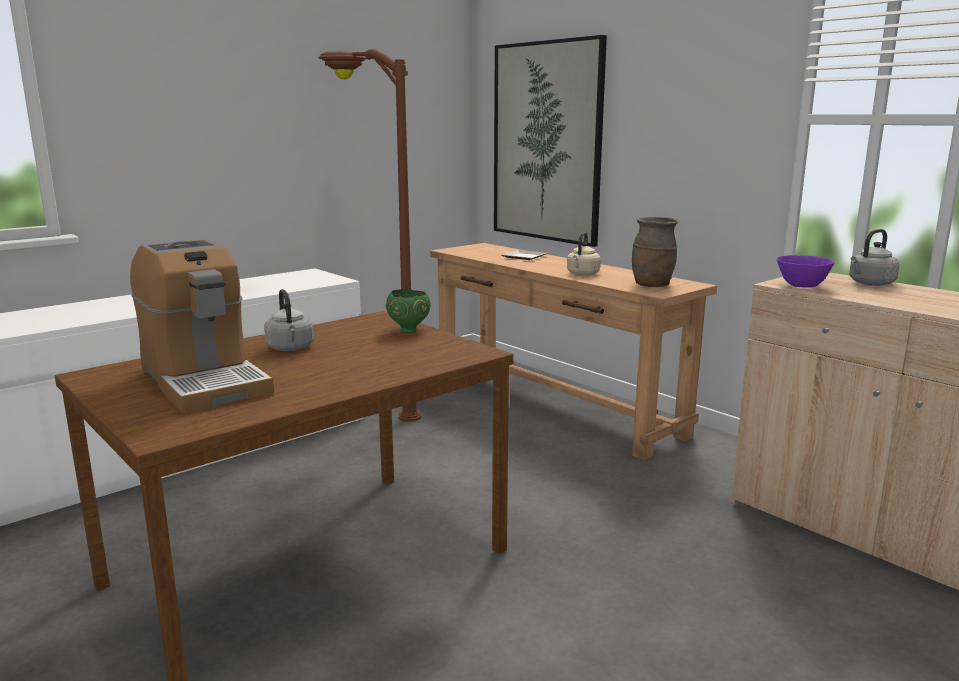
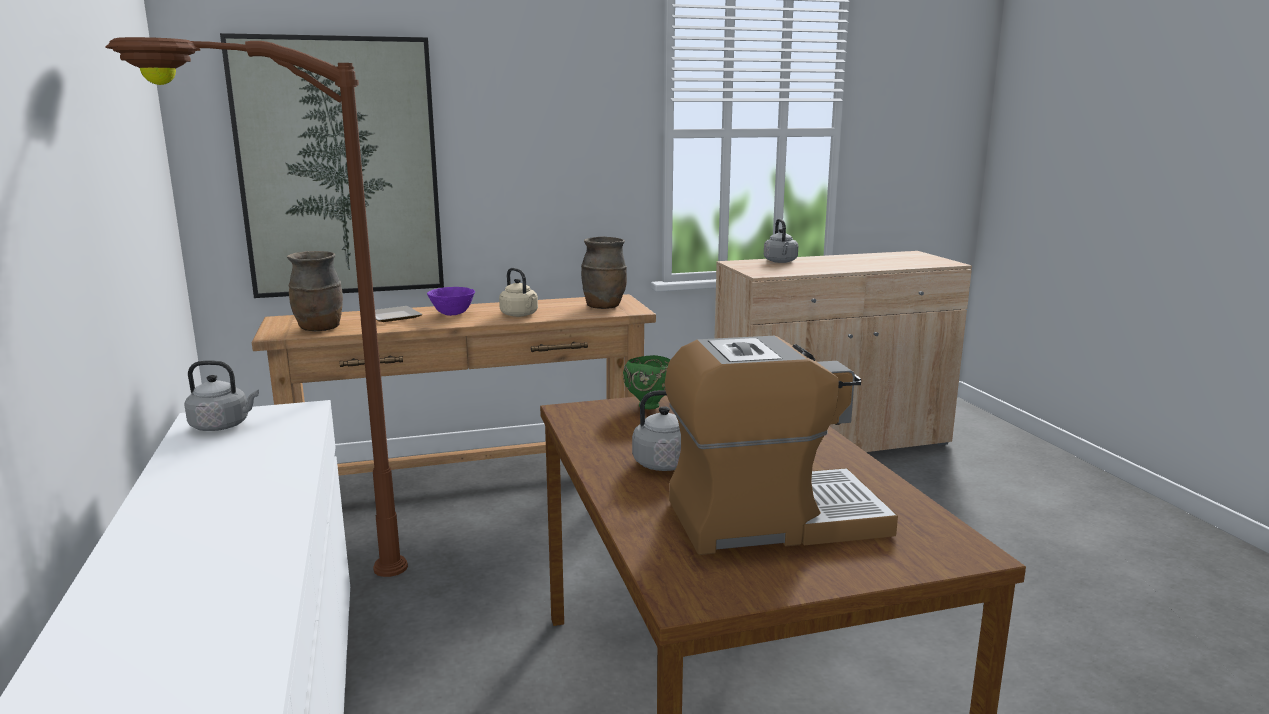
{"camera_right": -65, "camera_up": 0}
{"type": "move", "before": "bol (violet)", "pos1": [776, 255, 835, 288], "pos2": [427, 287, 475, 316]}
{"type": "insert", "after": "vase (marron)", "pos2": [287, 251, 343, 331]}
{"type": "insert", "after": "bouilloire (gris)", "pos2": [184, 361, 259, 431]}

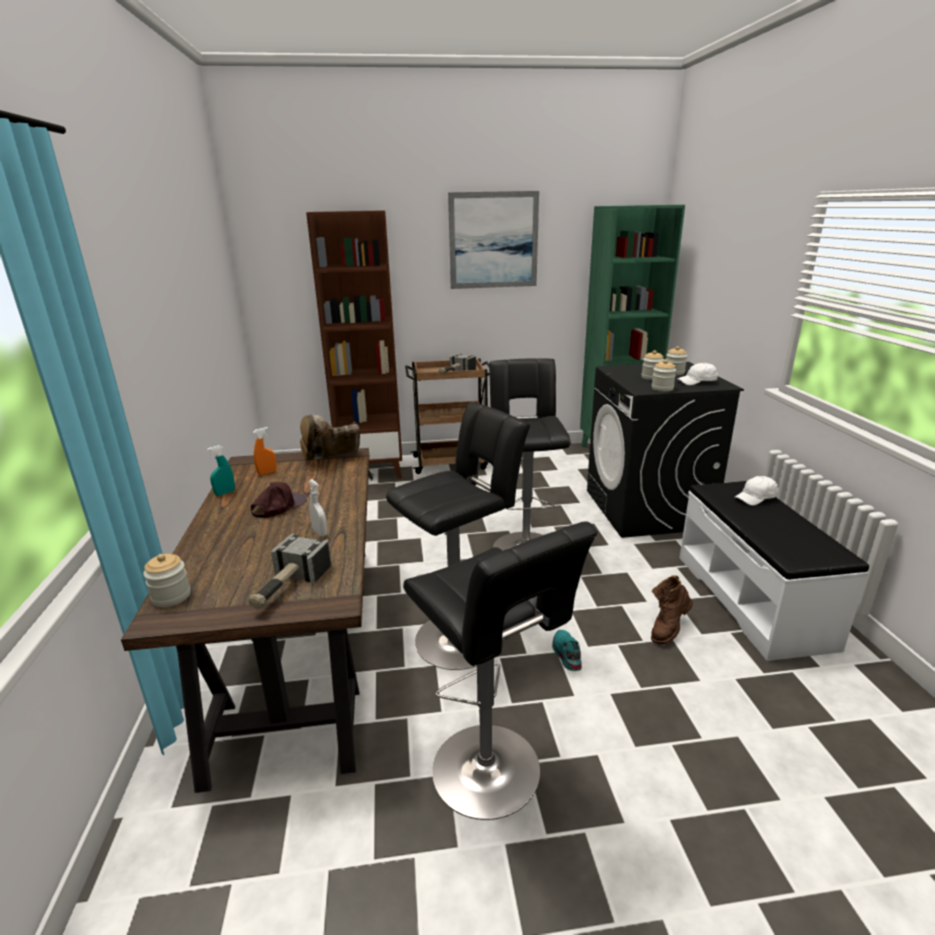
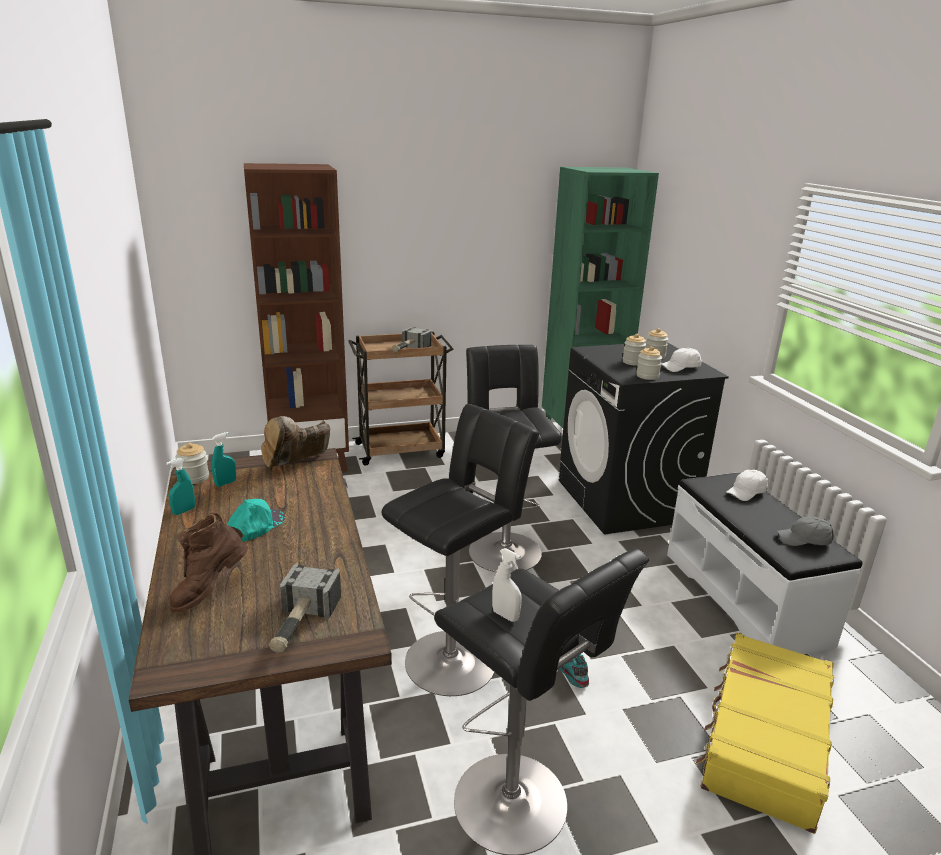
{"camera_right": -10, "camera_up": 0}
{"type": "delete", "before": "tableau", "pos1": [448, 191, 539, 289]}
{"type": "recolor", "before": "vaporisateur (orange)", "after": "vaporisateur (turquoise)", "pos1": [253, 427, 277, 475], "pos2": [212, 432, 236, 487]}
{"type": "move", "before": "vaporisateur (blanc)", "pos1": [308, 479, 327, 536], "pos2": [492, 548, 522, 622]}
{"type": "recolor", "before": "casquette (marron)", "after": "casquette (turquoise)", "pos1": [251, 482, 307, 518], "pos2": [227, 499, 286, 541]}
{"type": "move", "before": "bocal", "pos1": [143, 554, 191, 607], "pos2": [176, 443, 209, 484]}
{"type": "move", "before": "botte (marron)", "pos1": [651, 575, 693, 644], "pos2": [169, 513, 248, 613]}
{"type": "insert", "after": "casquette (gris)", "pos2": [777, 517, 834, 546]}
{"type": "insert", "after": "valise (jaune)", "pos2": [696, 633, 834, 834]}

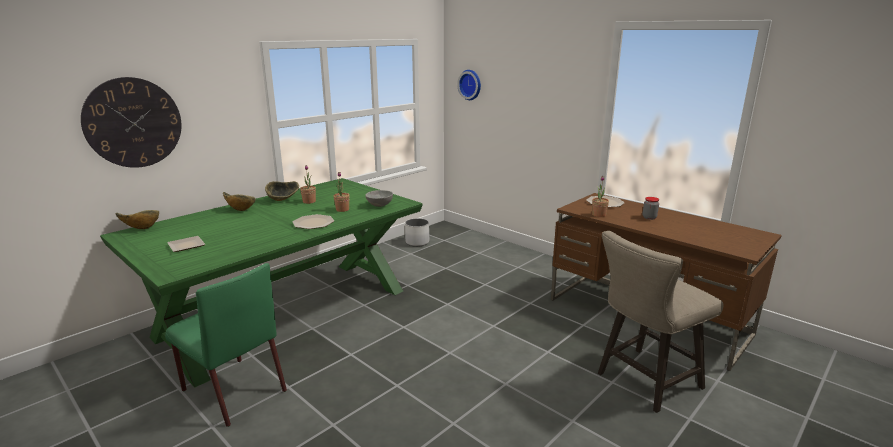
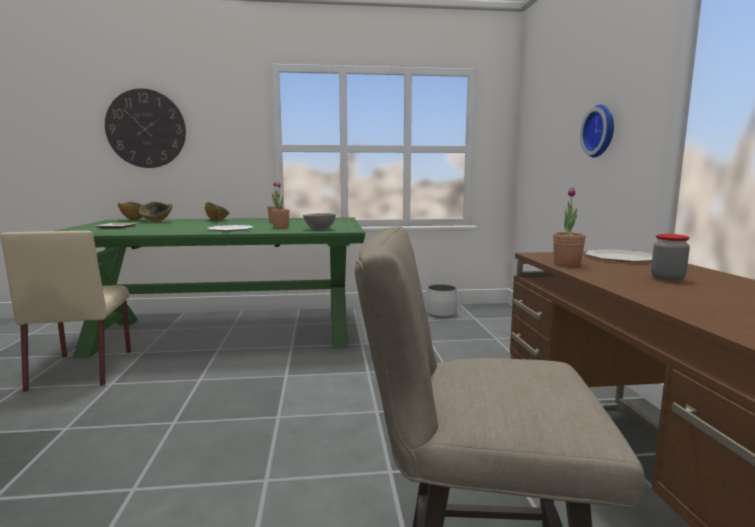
{"camera_right": 40, "camera_up": -10}
{"type": "move", "before": "horloge murale", "pos1": [457, 70, 481, 100], "pos2": [580, 104, 614, 158]}
{"type": "move", "before": "bol", "pos1": [265, 181, 299, 201], "pos2": [139, 202, 172, 222]}
{"type": "recolor", "before": "chaise (vert)", "after": "chaise (beige)", "pos1": [165, 263, 287, 427], "pos2": [0, 231, 131, 393]}

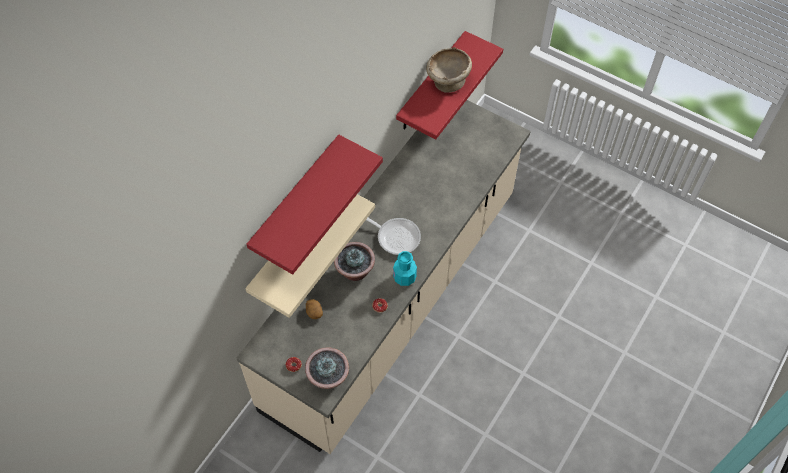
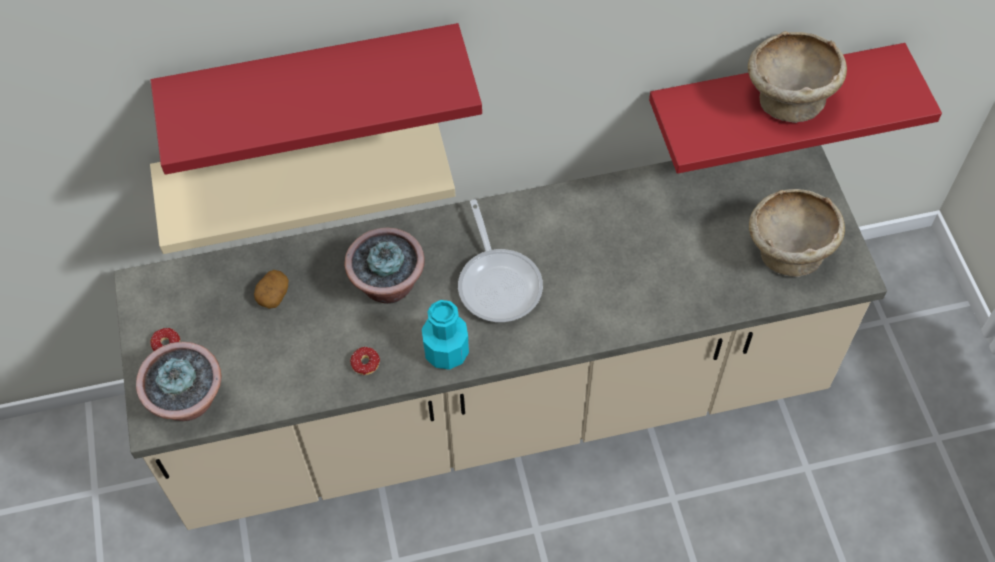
{"camera_right": 45, "camera_up": 0}
{"type": "insert", "after": "bol (beige)", "pos2": [749, 189, 845, 277]}

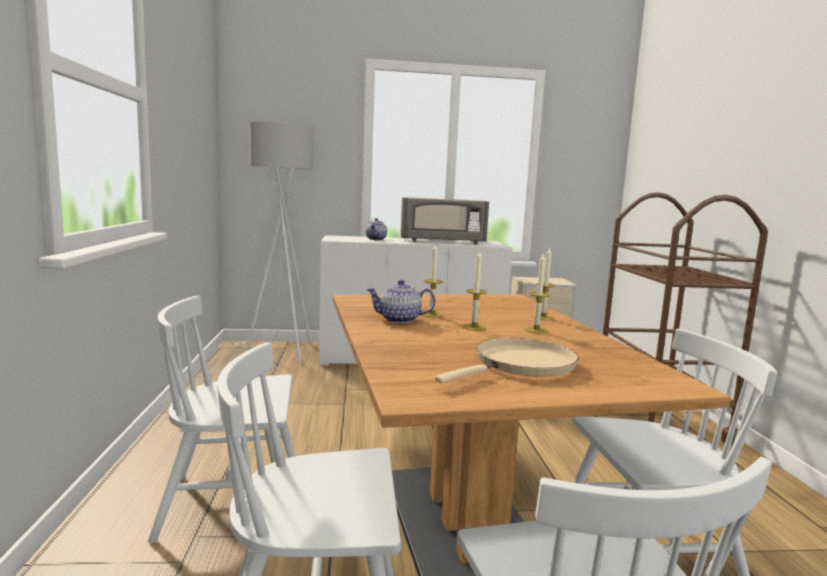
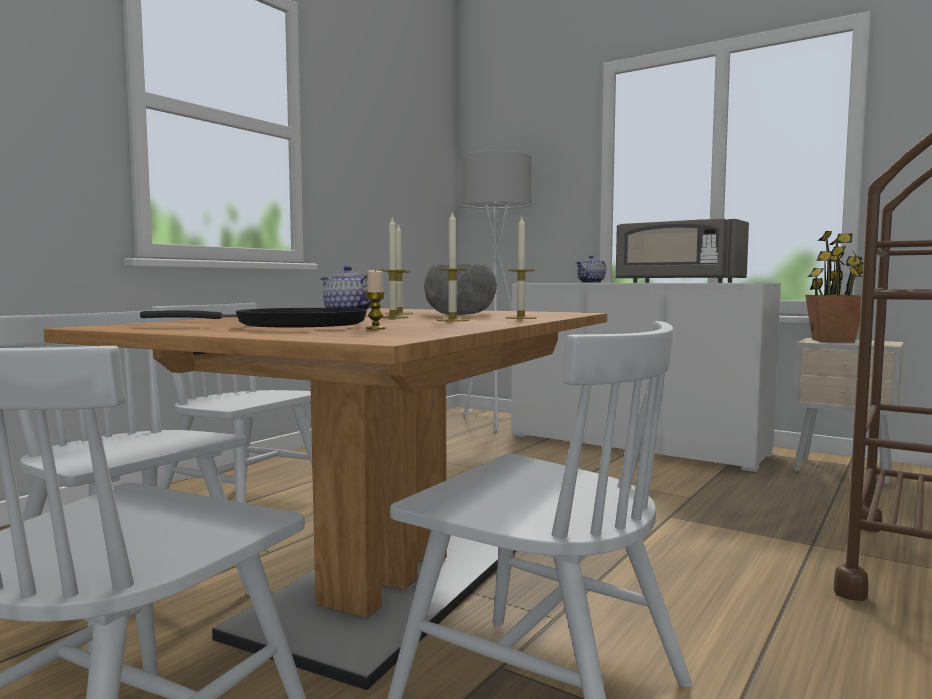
{"camera_right": 40, "camera_up": -5}
{"type": "recolor", "before": "poêle (beige)", "after": "poêle (noir)", "pos1": [435, 338, 579, 383], "pos2": [140, 308, 367, 327]}
{"type": "insert", "after": "plante en pot", "pos2": [805, 231, 863, 343]}
{"type": "insert", "after": "bol (gris)", "pos2": [424, 264, 497, 315]}
{"type": "insert", "after": "bougie", "pos2": [365, 270, 386, 329]}

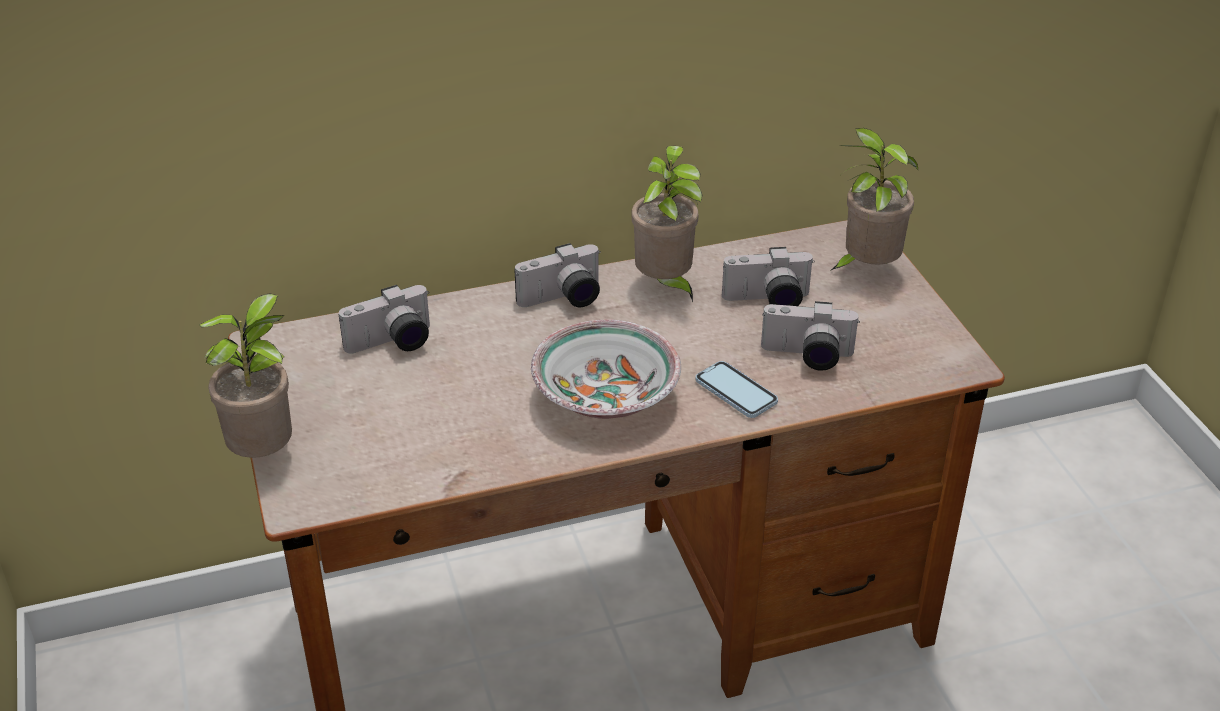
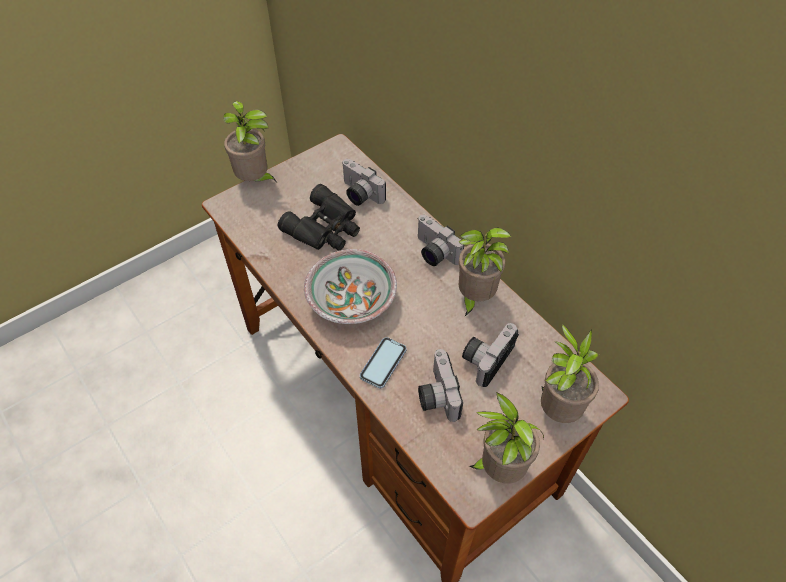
{"camera_right": 70, "camera_up": 15}
{"type": "rotate", "before": "appareil photo", "pos1": [722, 247, 815, 306], "pos2": [462, 323, 519, 387], "turn": 60}
{"type": "insert", "after": "jumelles (noir)", "pos2": [278, 184, 360, 251]}
{"type": "insert", "after": "plante en pot", "pos2": [469, 392, 544, 484]}

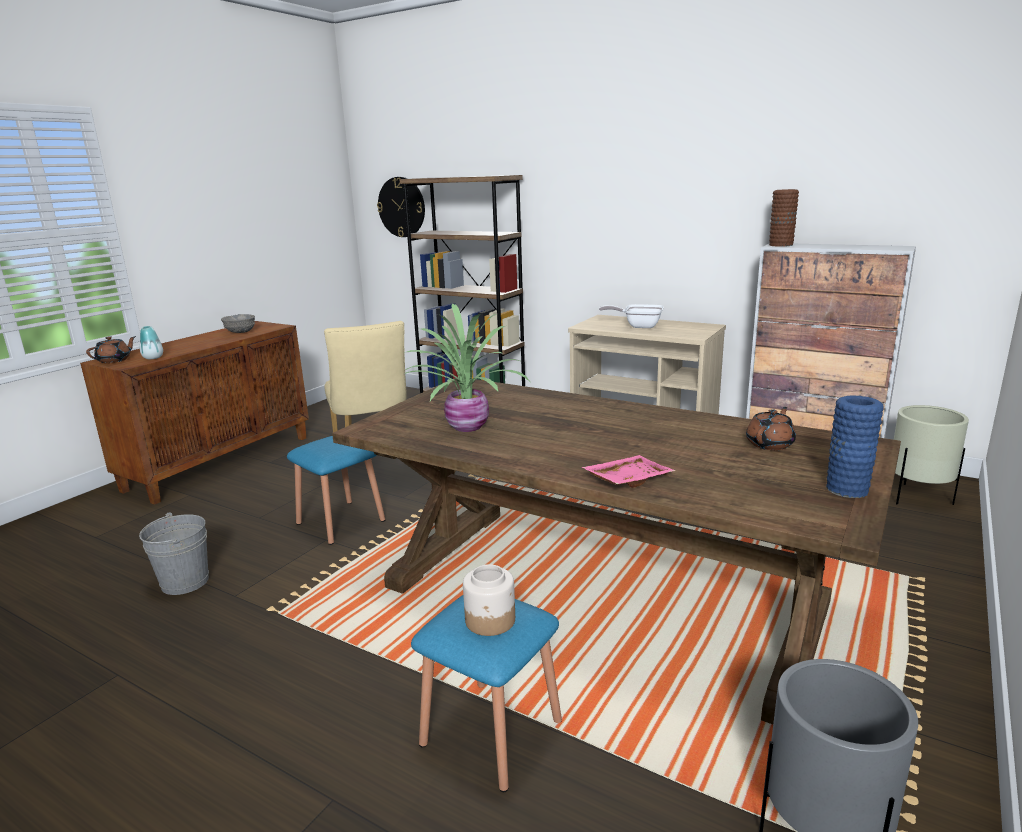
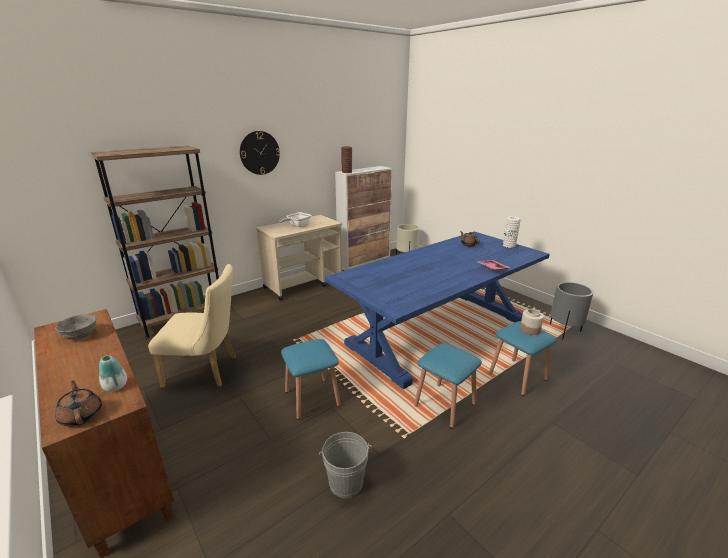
{"camera_right": -70, "camera_up": 5}
{"type": "move", "before": "horloge murale", "pos1": [377, 177, 425, 237], "pos2": [240, 131, 280, 175]}
{"type": "delete", "before": "plante en pot", "pos1": [401, 304, 529, 432]}
{"type": "recolor", "before": "table à manger (marron)", "after": "table à manger (bleu)", "pos1": [332, 378, 901, 724], "pos2": [325, 231, 550, 389]}
{"type": "recolor", "before": "vase (bleu)", "after": "vase (blanc)", "pos1": [826, 396, 883, 498], "pos2": [503, 216, 521, 248]}
{"type": "insert", "after": "tabouret (bleu)", "pos2": [414, 343, 482, 428]}

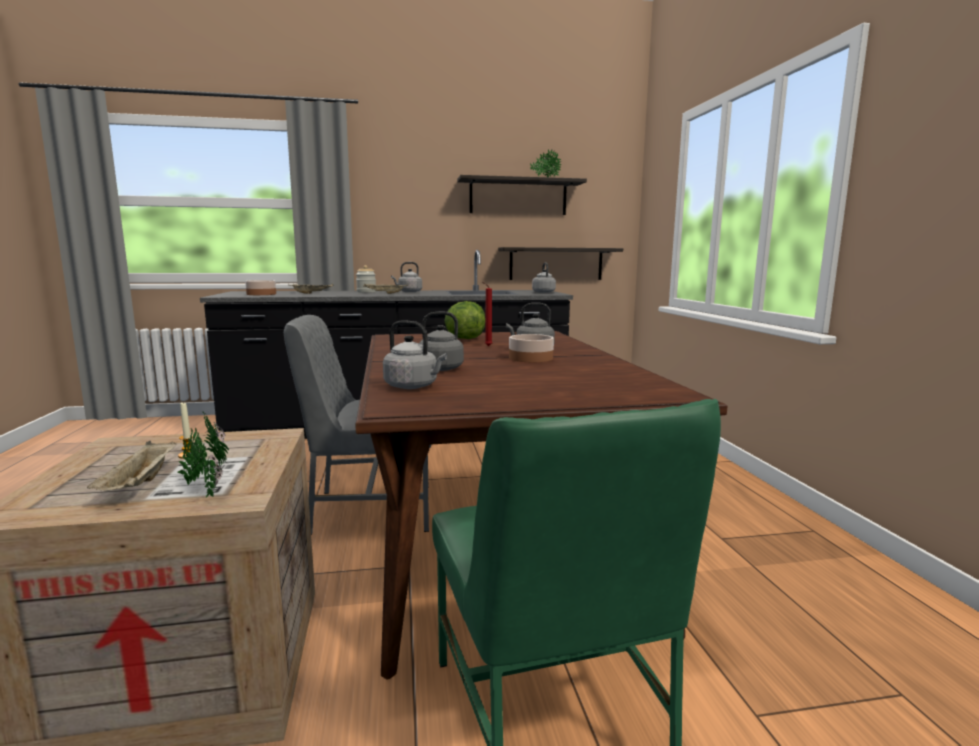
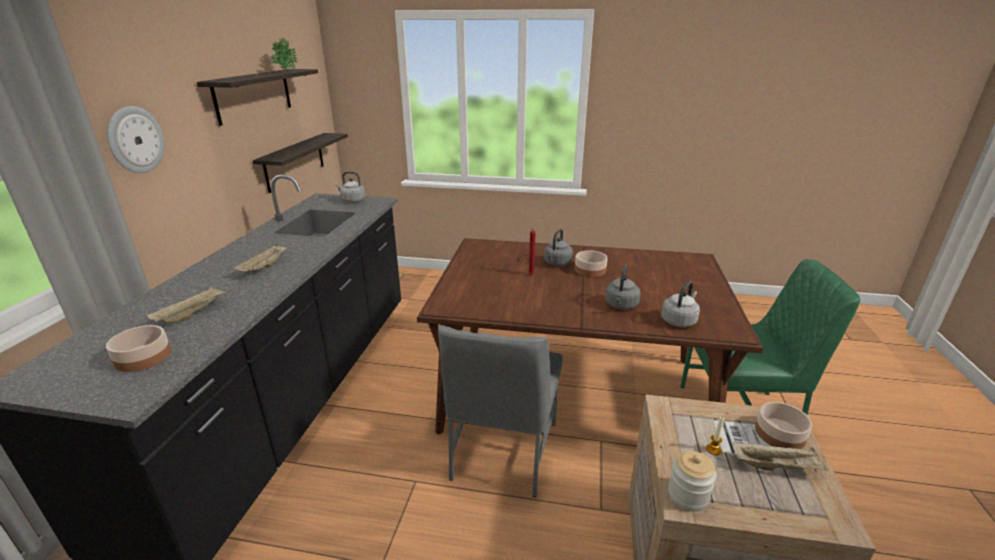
{"camera_right": -70, "camera_up": 15}
{"type": "delete", "before": "bouilloire (gris)", "pos1": [391, 262, 422, 292]}
{"type": "move", "before": "bocal", "pos1": [356, 265, 376, 293], "pos2": [668, 451, 716, 512]}
{"type": "delete", "before": "laitue", "pos1": [444, 301, 485, 339]}
{"type": "replace", "before": "plante en pot", "after": "bol", "pos1": [177, 411, 229, 498], "pos2": [755, 402, 812, 449]}
{"type": "insert", "after": "horloge murale", "pos2": [107, 106, 164, 173]}

